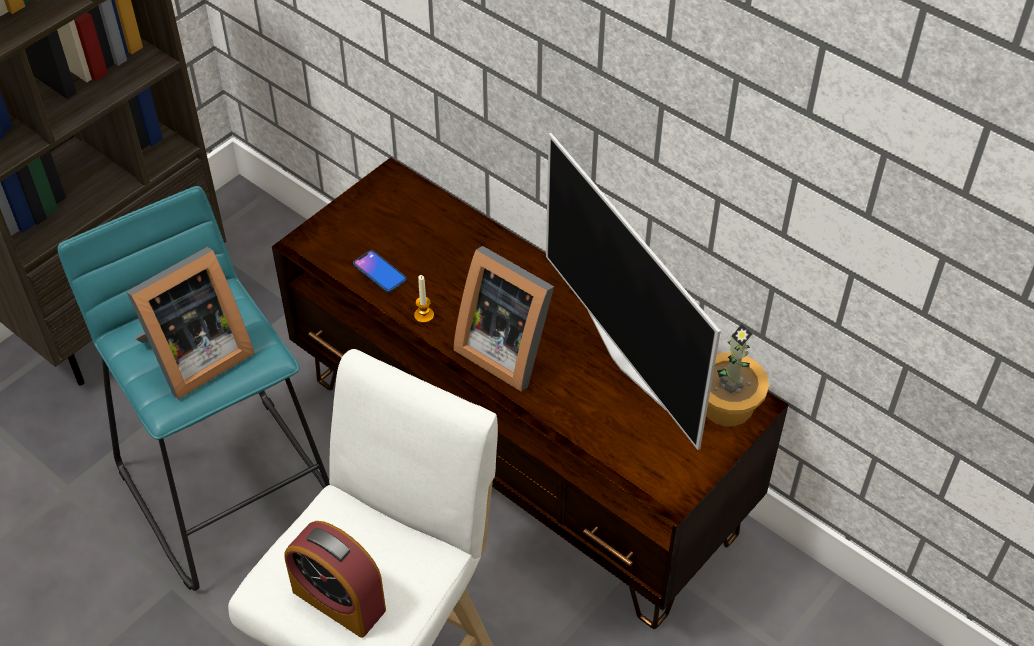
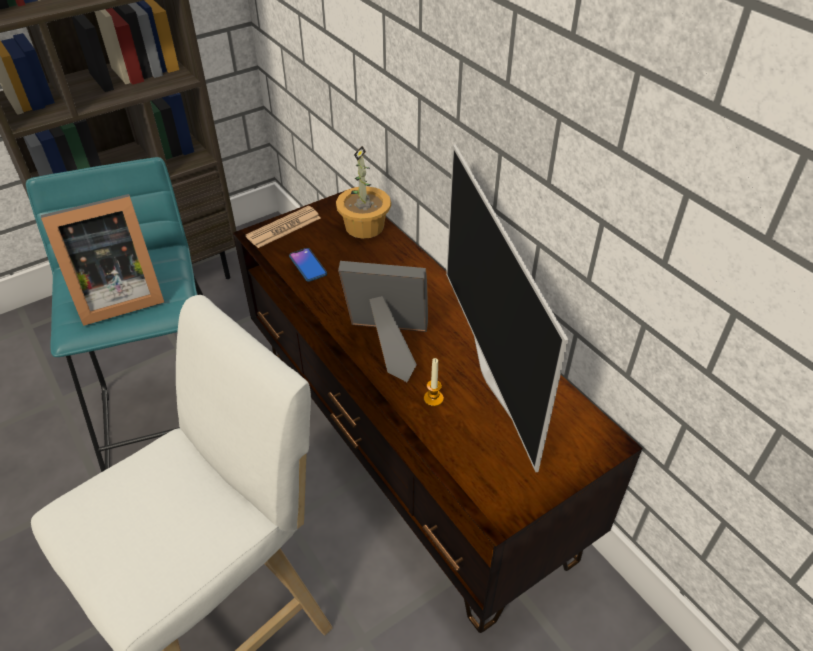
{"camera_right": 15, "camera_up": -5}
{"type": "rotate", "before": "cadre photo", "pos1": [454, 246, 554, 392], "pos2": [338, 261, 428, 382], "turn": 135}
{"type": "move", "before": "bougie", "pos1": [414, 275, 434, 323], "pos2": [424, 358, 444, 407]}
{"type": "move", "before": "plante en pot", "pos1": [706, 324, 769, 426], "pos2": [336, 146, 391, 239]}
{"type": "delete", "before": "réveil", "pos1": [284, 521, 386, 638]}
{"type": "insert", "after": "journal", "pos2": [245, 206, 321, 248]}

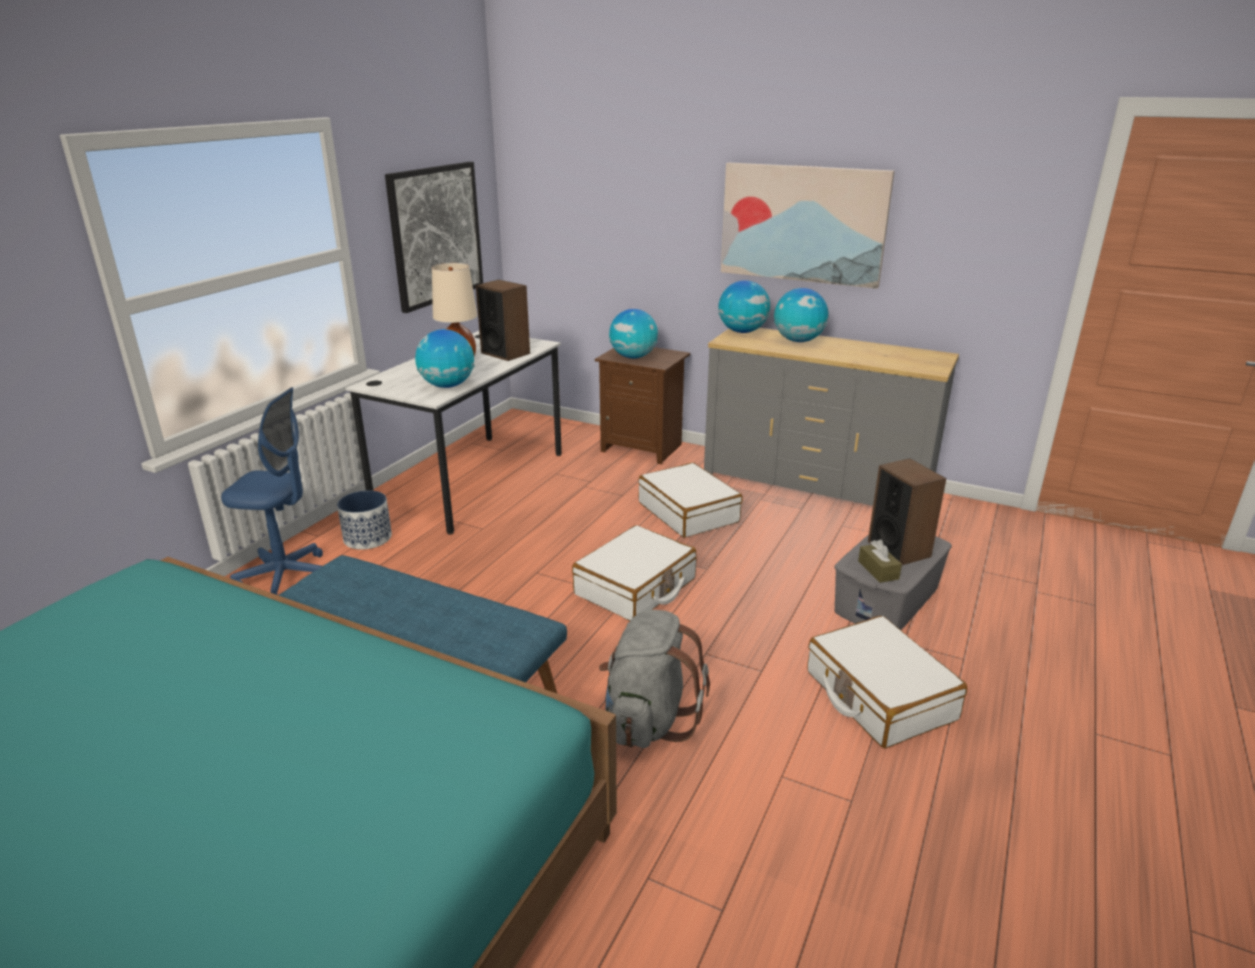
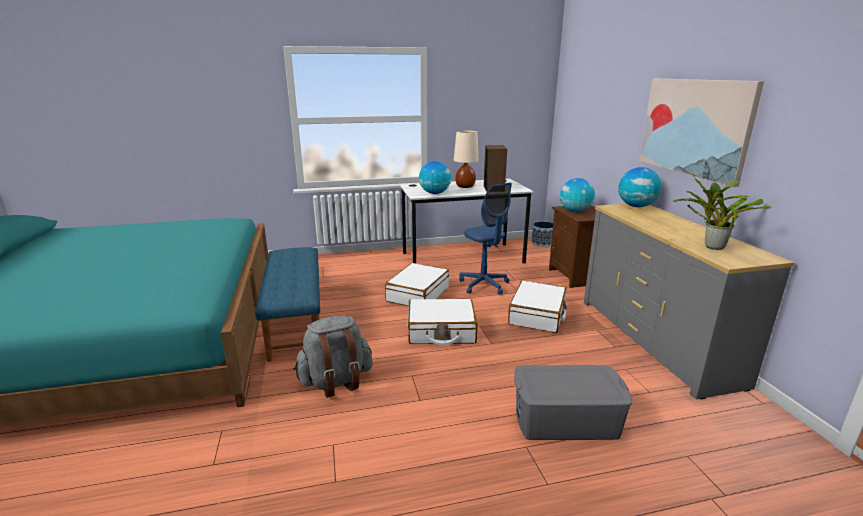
{"camera_right": 50, "camera_up": -5}
{"type": "delete", "before": "tableau", "pos1": [385, 162, 483, 313]}
{"type": "delete", "before": "globe", "pos1": [774, 288, 828, 342]}
{"type": "move", "before": "chaise de bureau (bleu)", "pos1": [221, 387, 323, 595], "pos2": [459, 183, 512, 295]}
{"type": "delete", "before": "enceinte", "pos1": [868, 458, 946, 565]}
{"type": "move", "before": "cache-pot", "pos1": [337, 490, 392, 550], "pos2": [532, 222, 553, 247]}
{"type": "delete", "before": "boîte à mouchoirs (marron)", "pos1": [858, 539, 902, 583]}
{"type": "move", "before": "valise (blanc)", "pos1": [807, 616, 967, 748], "pos2": [385, 263, 449, 306]}
{"type": "insert", "after": "plante en pot", "pos2": [673, 177, 771, 250]}

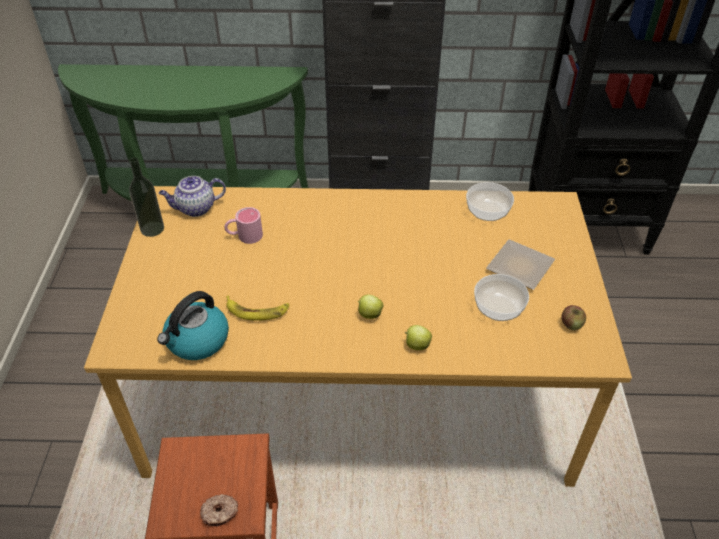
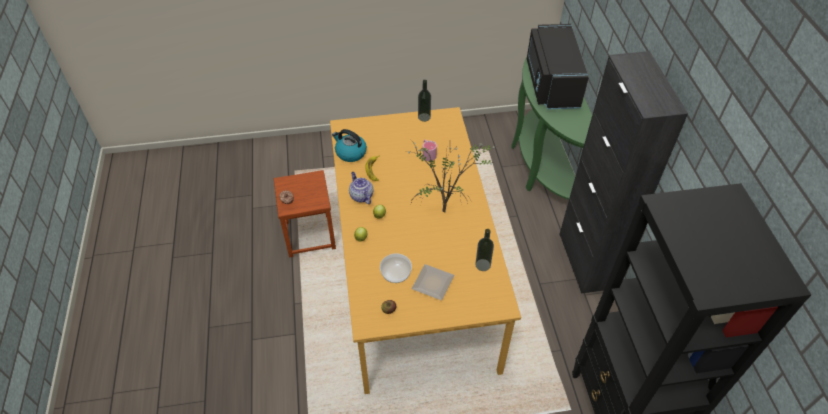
{"camera_right": 80, "camera_up": 5}
{"type": "move", "before": "théière", "pos1": [159, 176, 226, 217], "pos2": [349, 172, 373, 204]}
{"type": "replace", "before": "bol", "after": "bouteille", "pos1": [466, 182, 514, 221], "pos2": [475, 229, 494, 271]}
{"type": "insert", "after": "micro-ondes (noir)", "pos2": [527, 24, 589, 109]}
{"type": "insert", "after": "plante en pot", "pos2": [407, 136, 495, 213]}

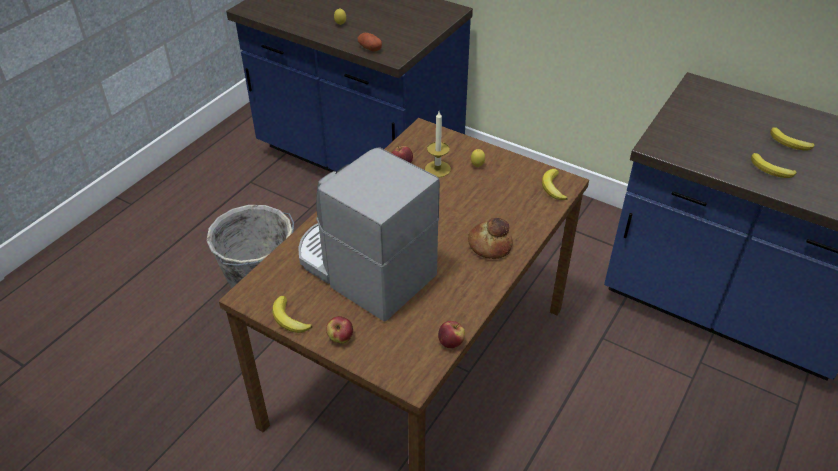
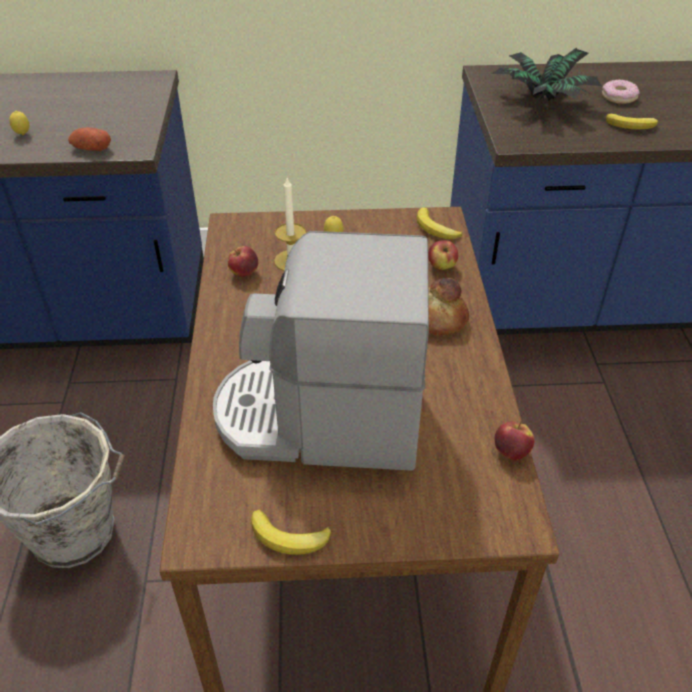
{"camera_right": -35, "camera_up": 0}
{"type": "replace", "before": "banane", "after": "beignet", "pos1": [770, 127, 815, 151], "pos2": [602, 79, 639, 104]}
{"type": "move", "before": "pomme", "pos1": [326, 316, 353, 344], "pos2": [428, 240, 458, 270]}
{"type": "insert", "after": "plante en pot", "pos2": [492, 47, 601, 101]}

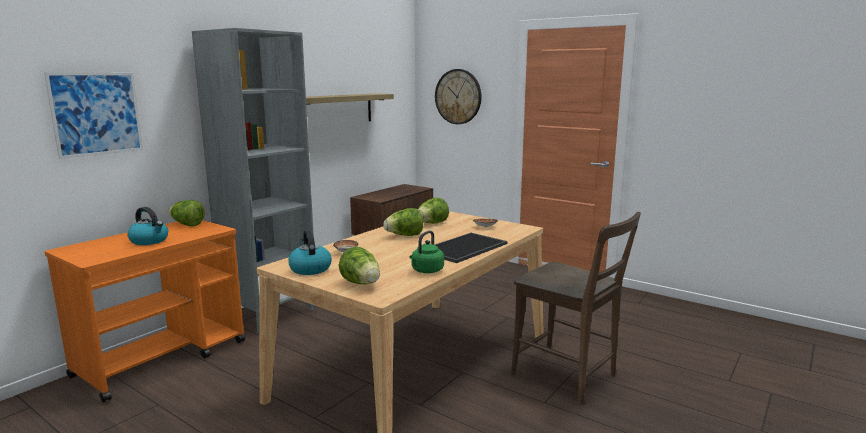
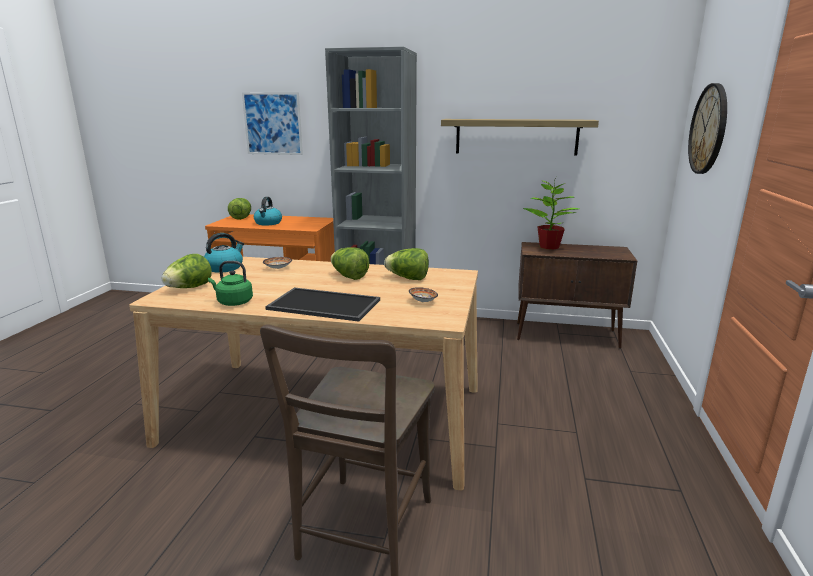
{"camera_right": 65, "camera_up": 5}
{"type": "move", "before": "laitue", "pos1": [169, 200, 205, 226], "pos2": [228, 198, 251, 220]}
{"type": "insert", "after": "plante en pot", "pos2": [523, 177, 579, 250]}

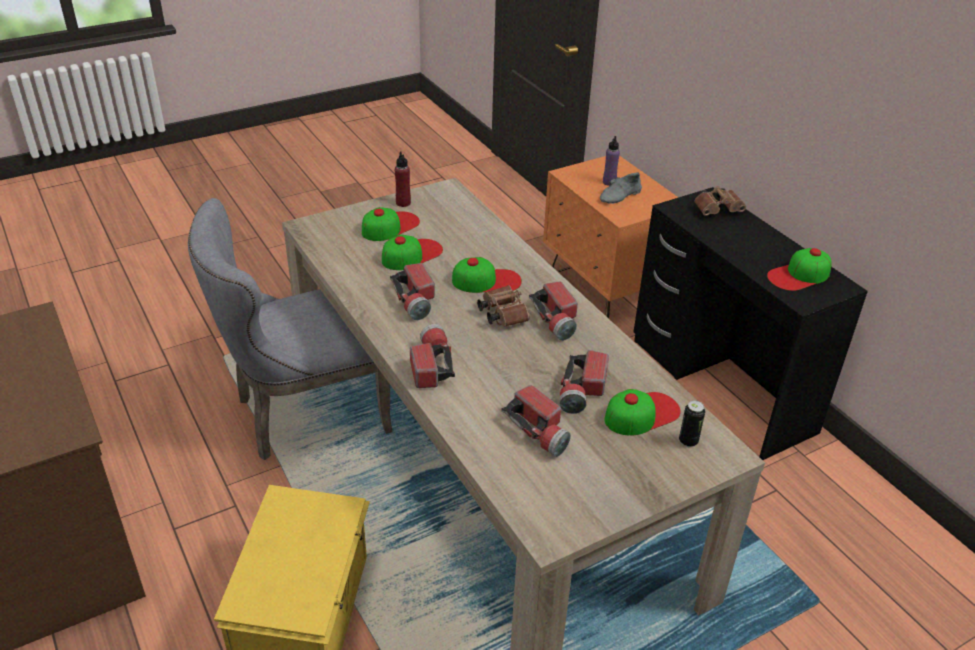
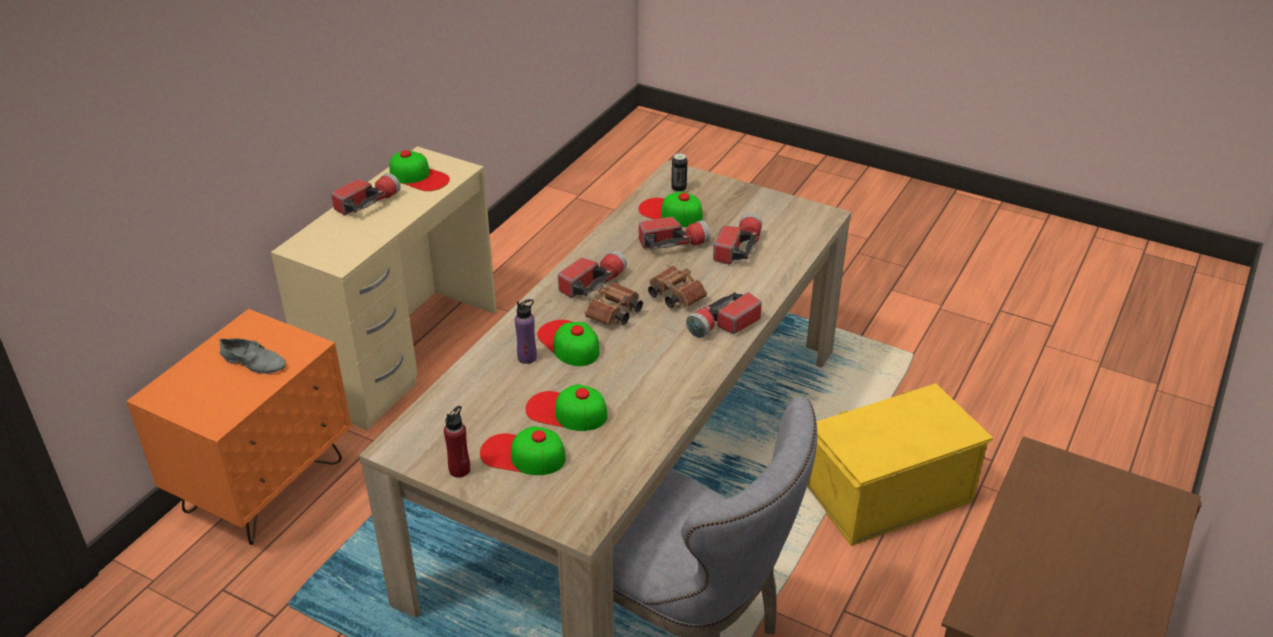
{"camera_right": -120, "camera_up": 0}
{"type": "move", "before": "bouteille (violet)", "pos1": [603, 136, 620, 186], "pos2": [515, 299, 537, 364]}
{"type": "move", "before": "jumelles (marron)", "pos1": [695, 186, 746, 216], "pos2": [648, 266, 707, 308]}
{"type": "recolor", "before": "bureau (noir)", "after": "bureau (beige)", "pos1": [633, 187, 868, 460], "pos2": [271, 146, 497, 430]}
{"type": "move", "before": "lampe de poche", "pos1": [390, 263, 435, 320], "pos2": [331, 173, 400, 215]}

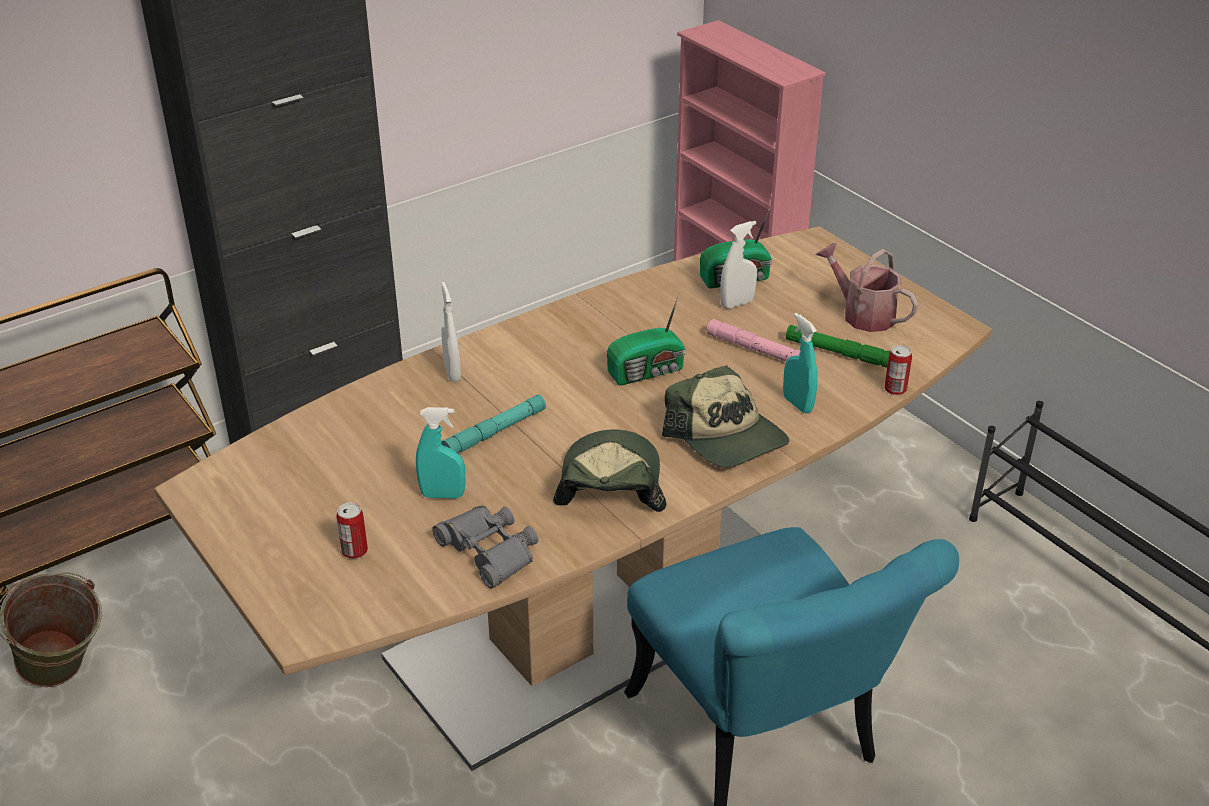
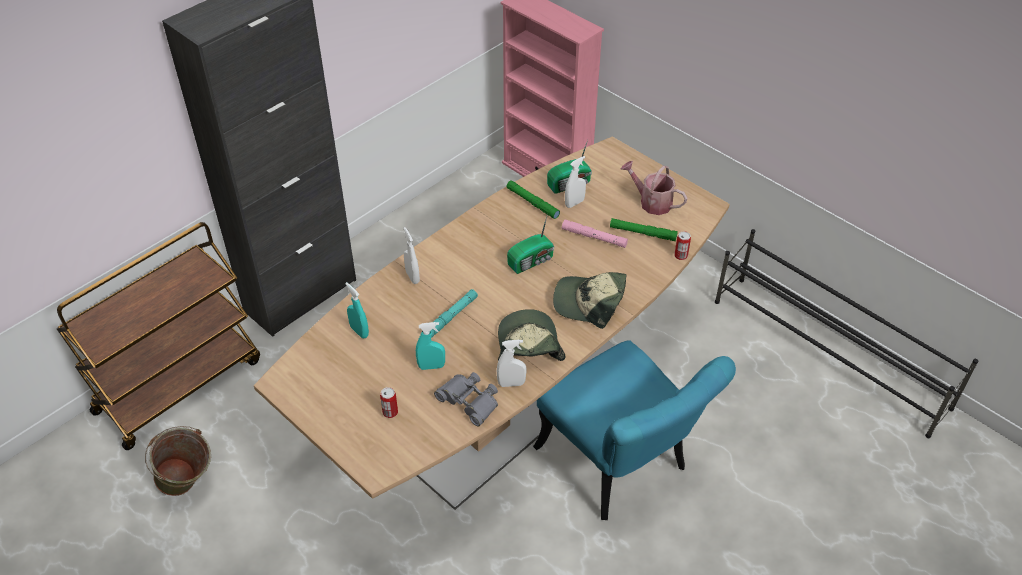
{"camera_right": -10, "camera_up": 10}
{"type": "move", "before": "vaporisateur (turquoise)", "pos1": [783, 313, 818, 413], "pos2": [345, 282, 369, 338]}
{"type": "rotate", "before": "casquette", "pos1": [662, 365, 789, 467], "pos2": [553, 272, 627, 329], "turn": 150}
{"type": "insert", "after": "lampe de poche (vert)", "pos2": [506, 180, 560, 219]}
{"type": "insert", "after": "vaporisateur (blanc)", "pos2": [497, 340, 527, 387]}

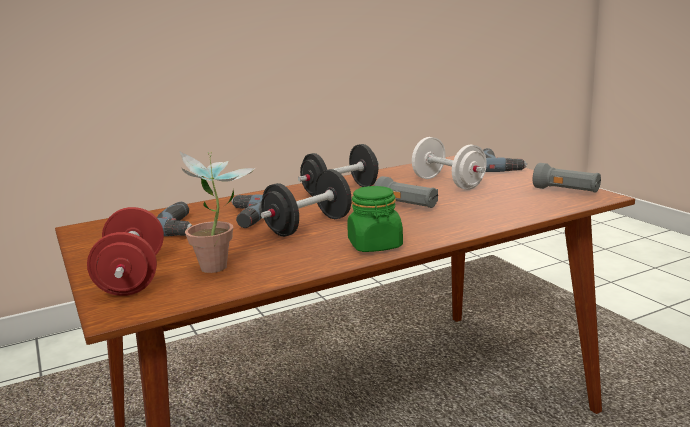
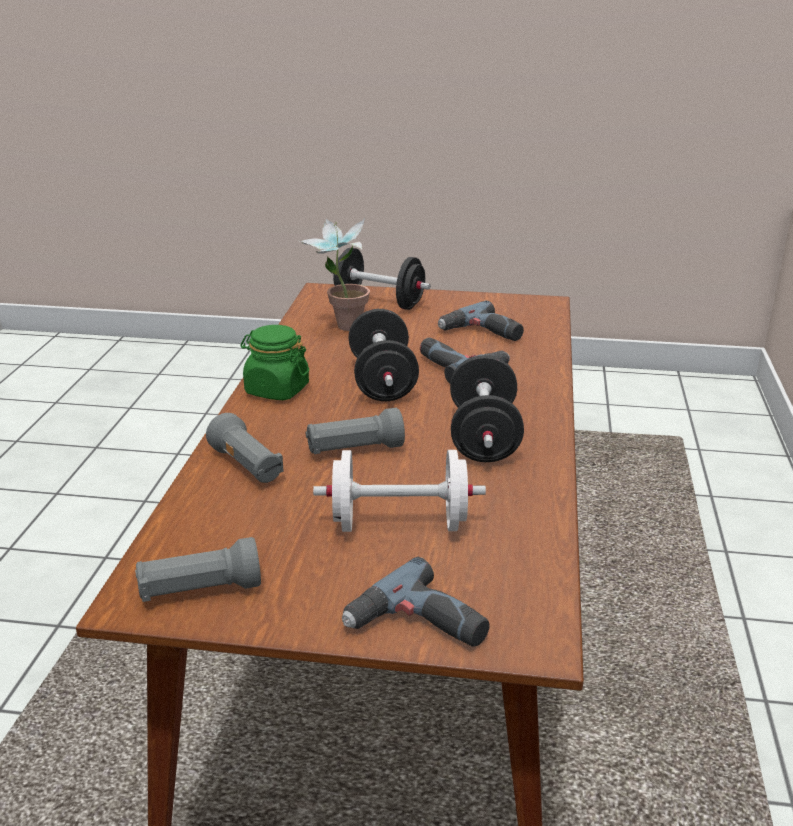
{"camera_right": 125, "camera_up": 10}
{"type": "recolor", "before": "haltère (rouge)", "after": "haltère (noir)", "pos1": [87, 207, 164, 296], "pos2": [331, 248, 431, 310]}
{"type": "insert", "after": "lampe de poche (gris)", "pos2": [206, 413, 283, 483]}

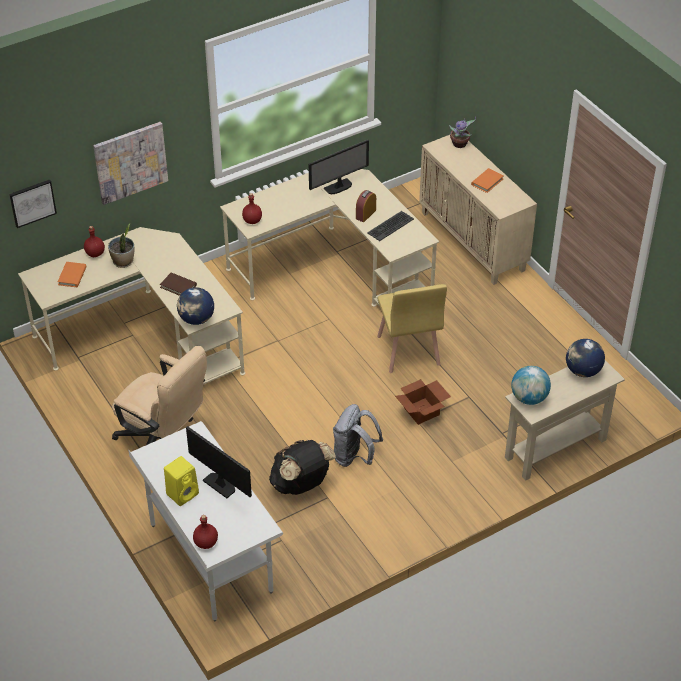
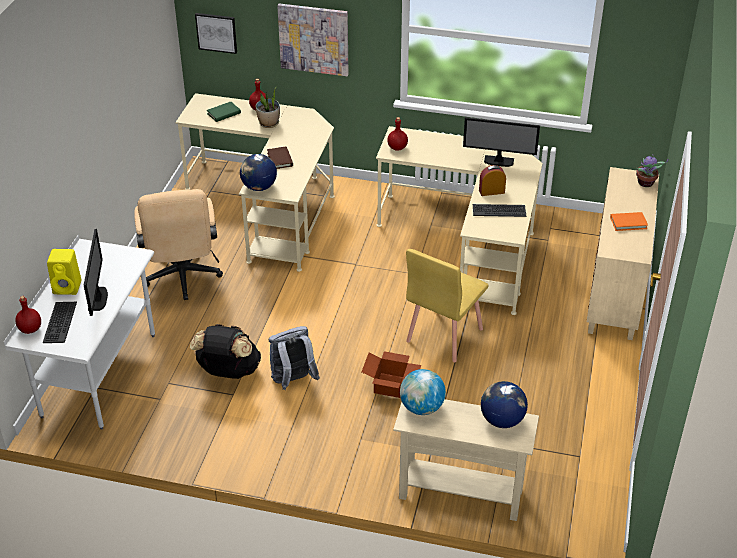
{"camera_right": 45, "camera_up": -5}
{"type": "recolor", "before": "livre (orange)", "after": "livre (vert)", "pos1": [58, 262, 87, 287], "pos2": [207, 102, 241, 122]}
{"type": "insert", "after": "clavier", "pos2": [43, 302, 77, 343]}

